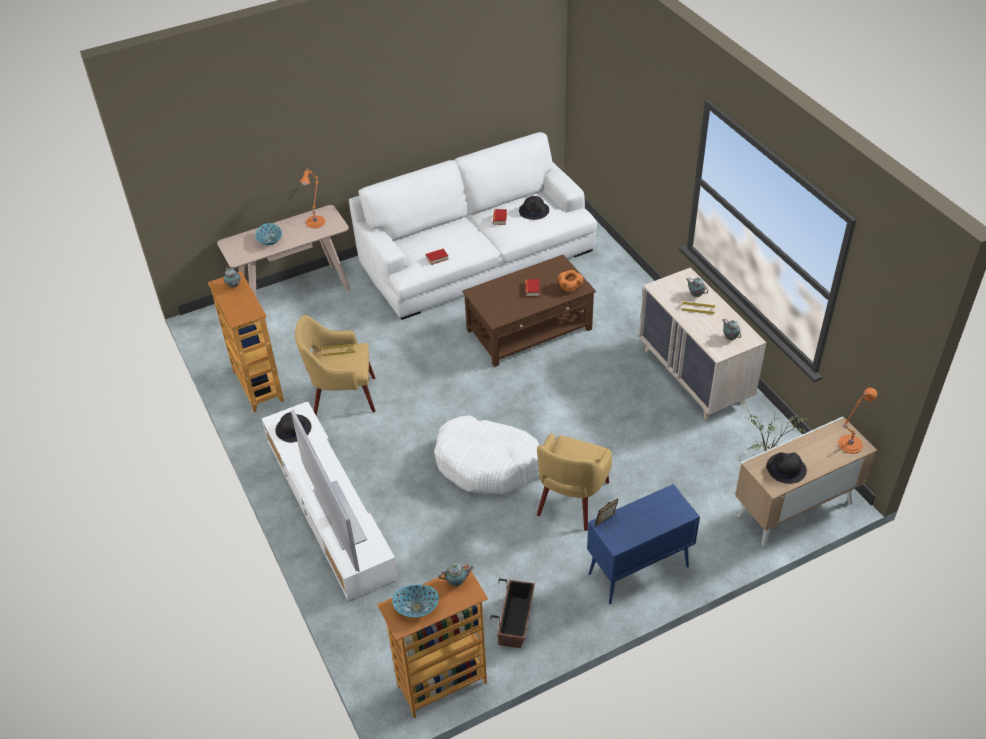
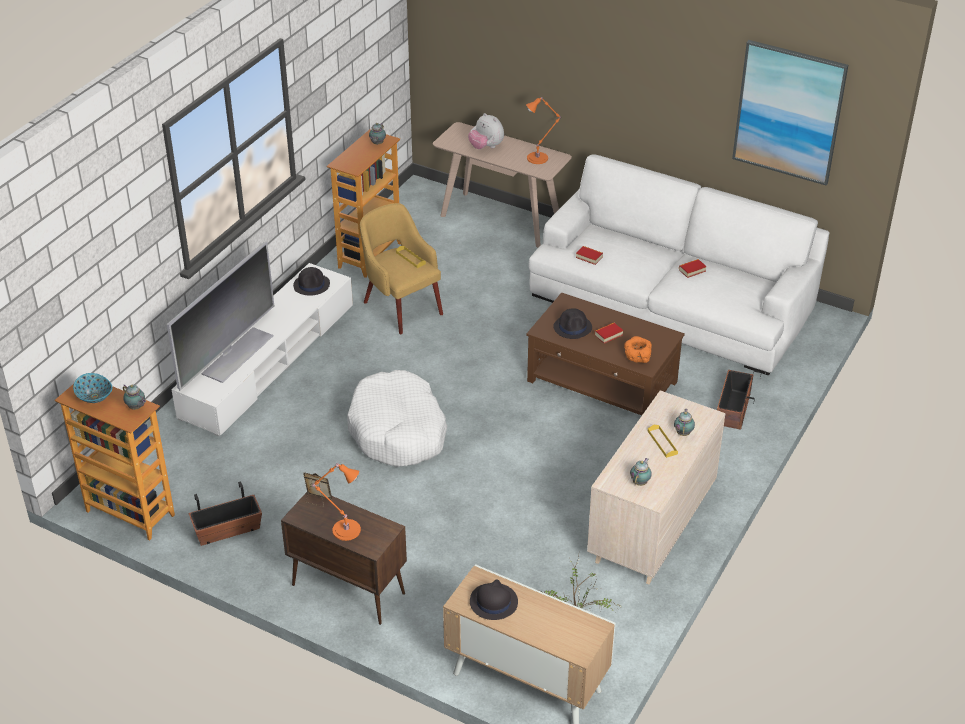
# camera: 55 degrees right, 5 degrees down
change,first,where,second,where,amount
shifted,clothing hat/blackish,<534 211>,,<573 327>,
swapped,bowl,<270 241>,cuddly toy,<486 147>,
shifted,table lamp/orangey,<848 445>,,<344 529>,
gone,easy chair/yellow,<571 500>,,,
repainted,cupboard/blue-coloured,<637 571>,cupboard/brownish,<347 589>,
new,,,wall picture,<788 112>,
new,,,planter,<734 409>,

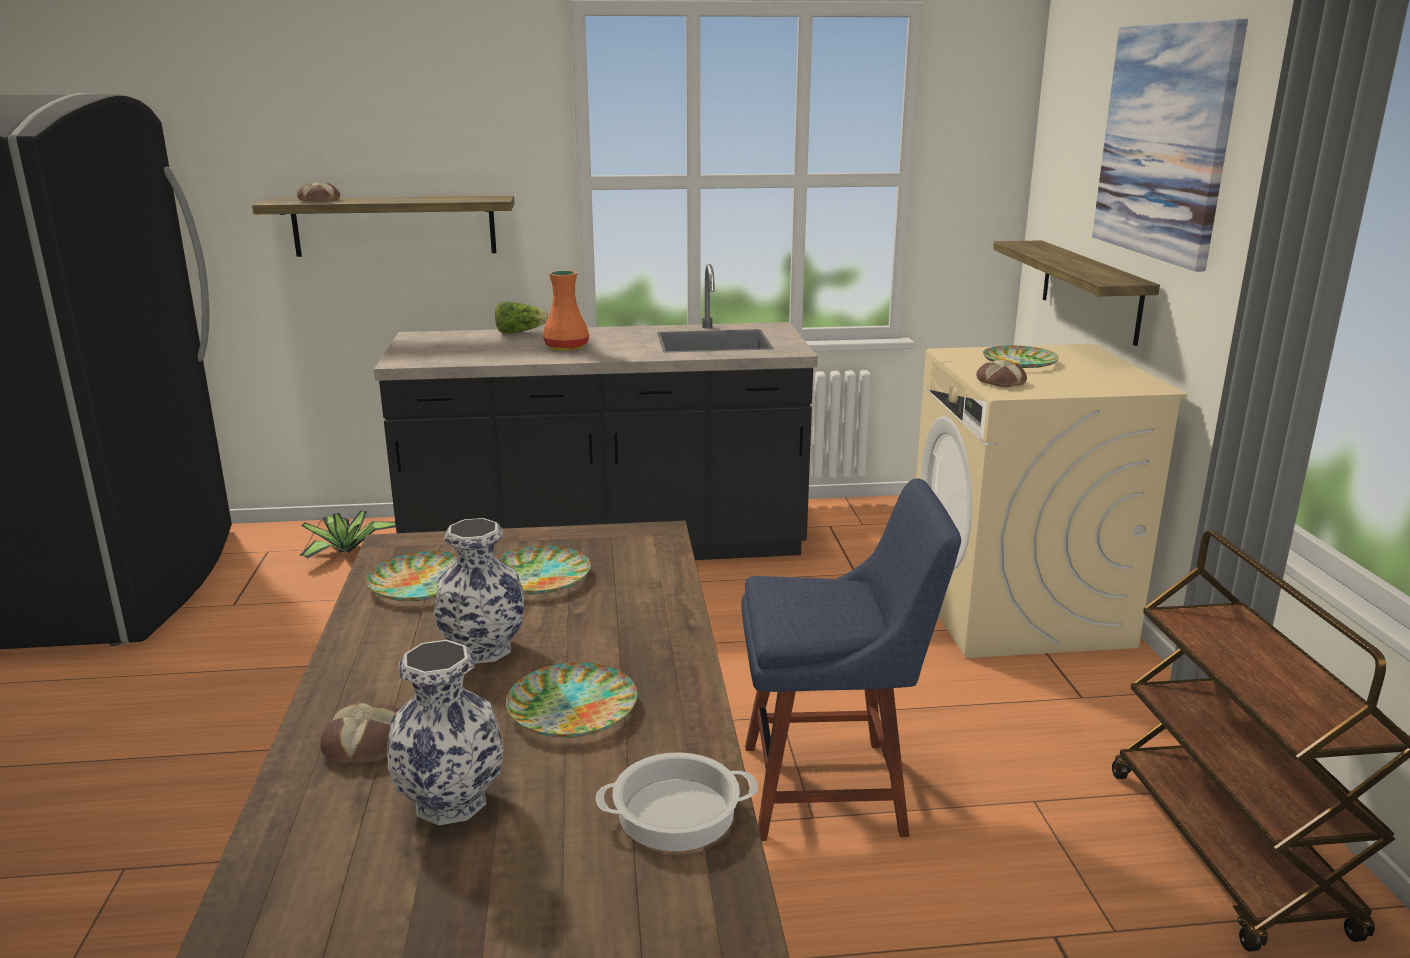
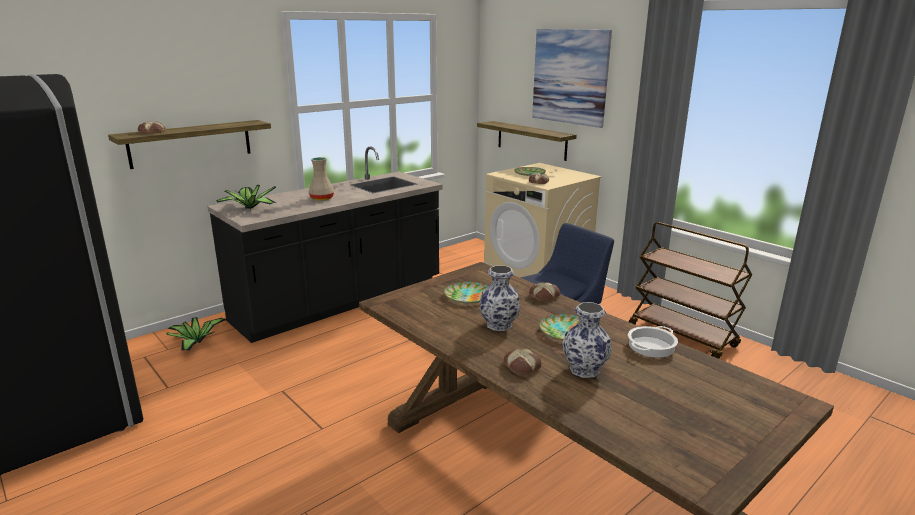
# camera: 35 degrees left, 0 degrees up
change,first,where,second,where,amount
repainted,decorative vase/orangey,<566 347>,decorative vase/sand-coloured,<321 198>,
gone,lettuce head,<520 332>,,,
gone,dinner plate,<422 583>,,,
new,,,potted plant,<248 208>,
new,,,baked bread,<543 295>,

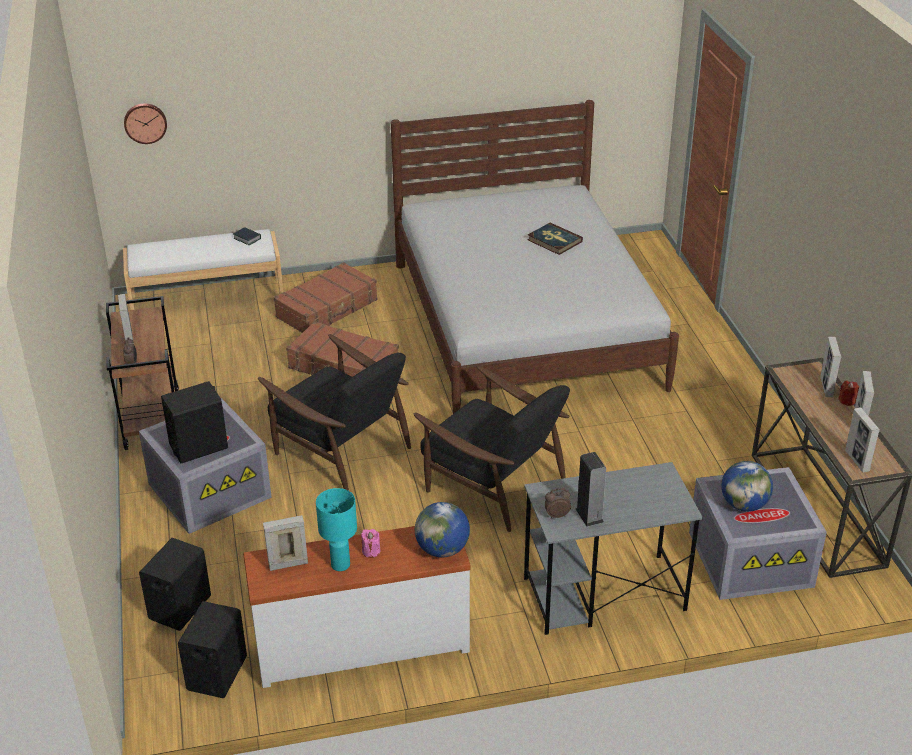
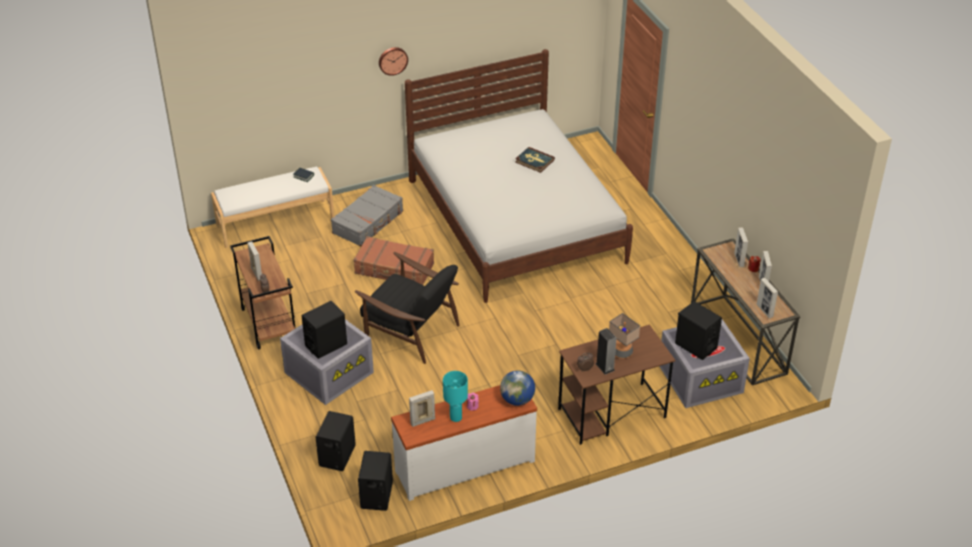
# camera: 10 degrees left, 5 degrees up
change,first,where,second,where,amount
shifted,hanging clock,<145 122>,,<392 60>,
repainted,travel case/brownish,<327 309>,travel case/gray,<368 222>,
gone,easy chair/blackish,<493 483>,,,
swapped,desk globe,<743 505>,speaker/blackish,<695 346>,
repainted,desk unit/gray,<603 594>,desk unit/brownish,<611 413>,
new,,,table lamp,<622 352>,

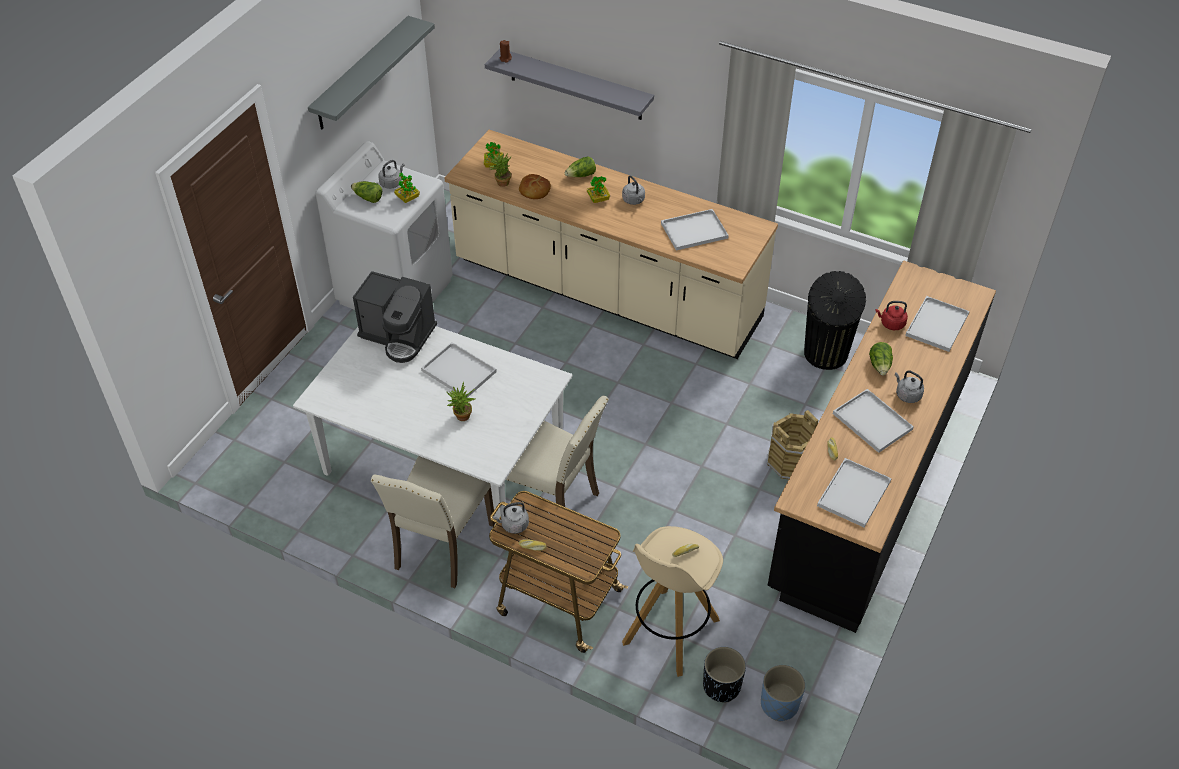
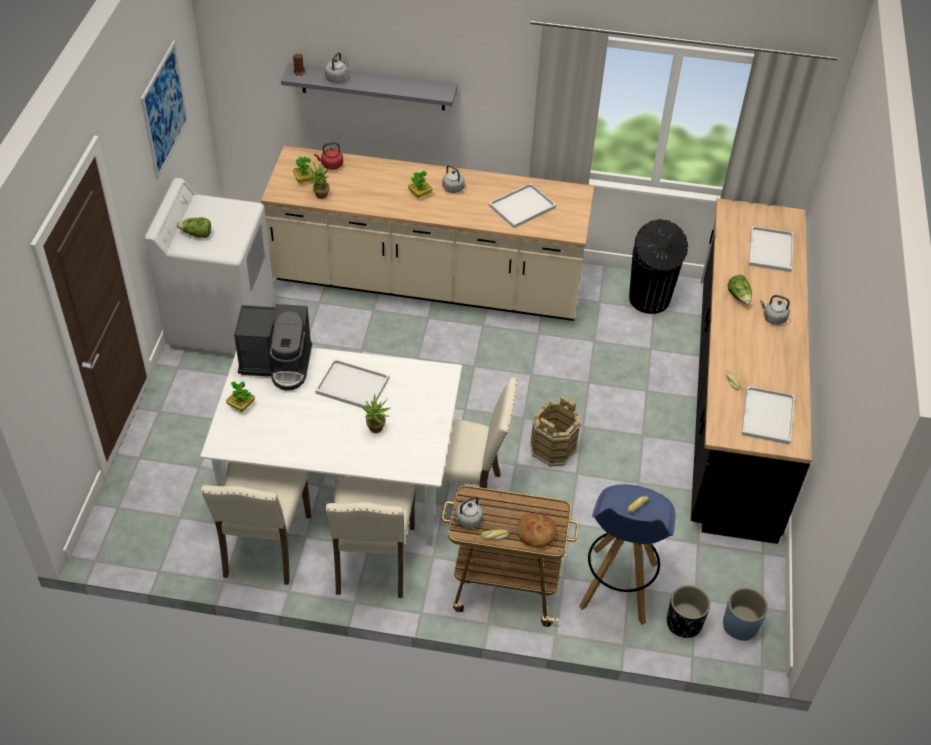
# camera: 20 degrees left, 0 degrees up
change,first,where,second,where,amount
swapped,shelf/gray,<361 74>,wall picture,<164 110>,
gone,lettuce head,<581 175>,,,
shifted,water kettle/gray,<392 183>,,<337 77>,
shifted,potted plant,<407 198>,,<241 405>,
shifted,baked bread,<534 191>,,<536 534>,
shifted,water kettle/reddish,<891 324>,,<331 165>,
gone,carrying tray/whitish,<870 421>,,,
shifted,pail/brownish,<790 462>,,<553 449>,
repainted,sitting stool/sand-coloured,<670 632>,sitting stool/blue-coloured,<618 586>,
new,,,chair/sand-coloured,<264 547>,

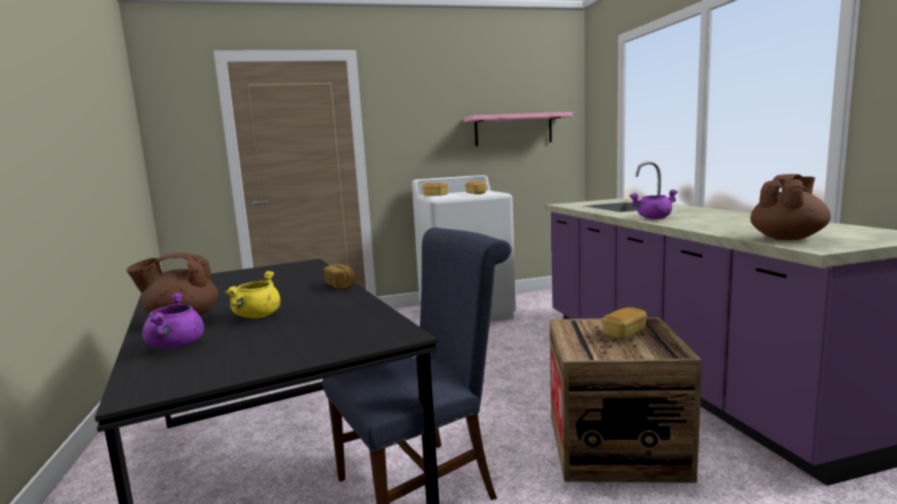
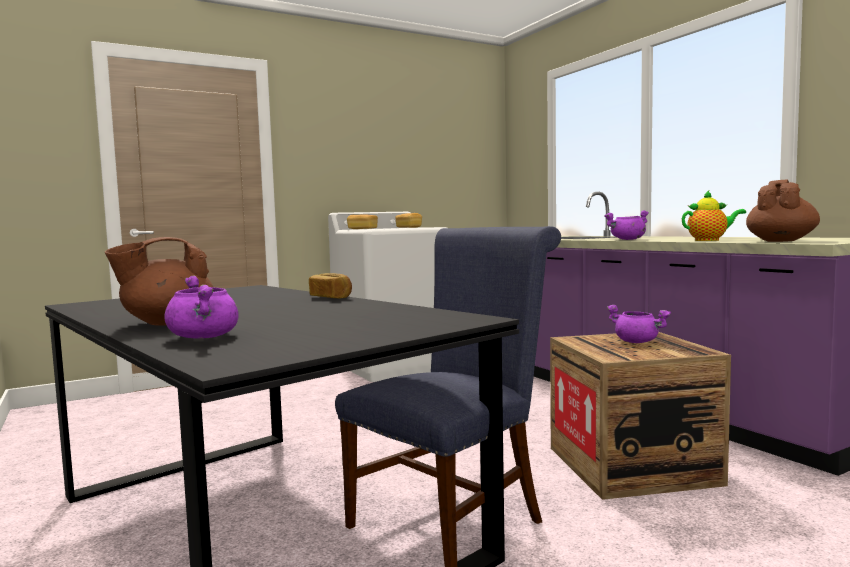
# camera: 15 degrees left, 5 degrees down
change,first,where,second,where,amount
gone,shelf/pink-coloured,<513 130>,,,
gone,cooking pot/yellow,<257 316>,,,
swapped,baked bread,<624 333>,cooking pot/purple,<637 342>,
new,,,pot for tea,<710 240>,

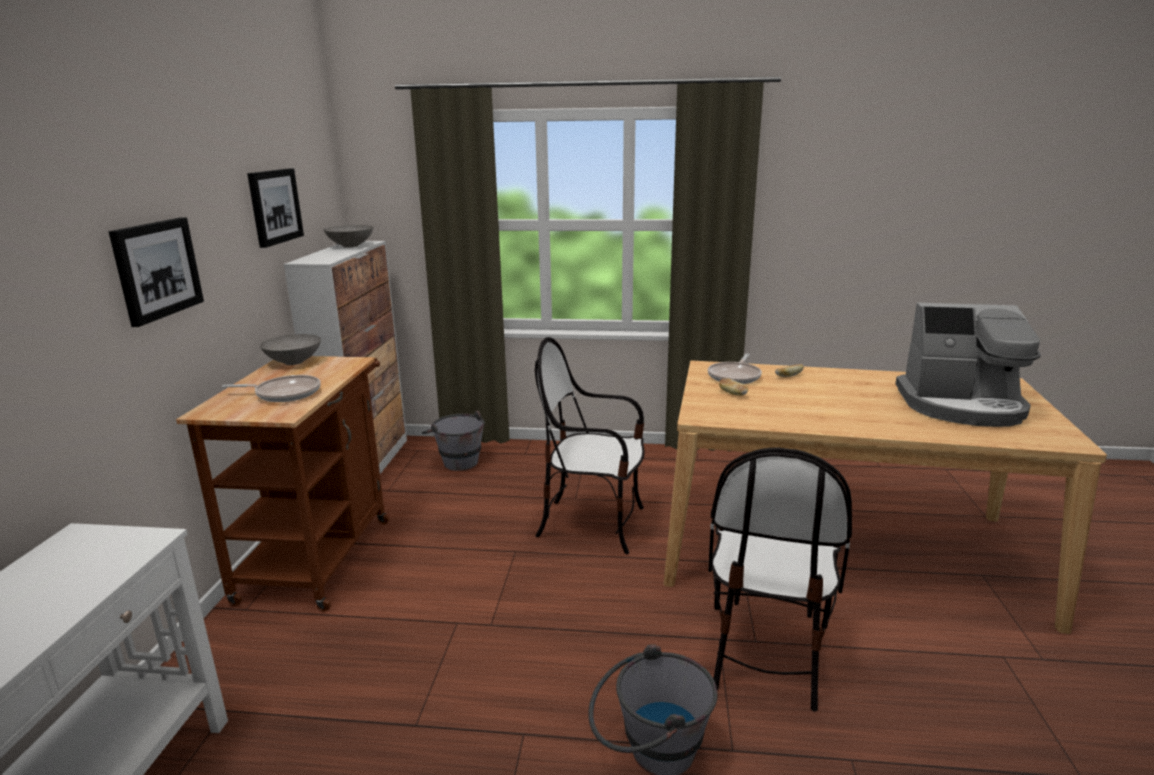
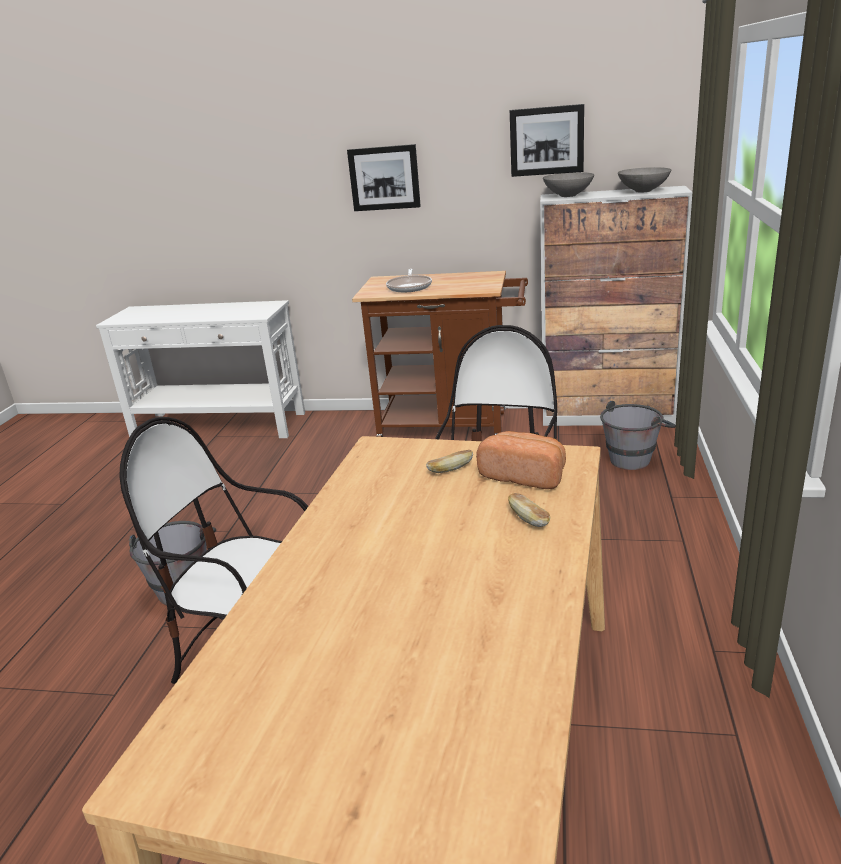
# camera: 95 degrees right, 5 degrees up
change,first,where,second,where,amount
gone,coffee maker,<961 406>,,,
shifted,bowl/gray,<293 362>,,<568 195>,
swapped,frying pan,<735 376>,baked bread,<524 475>,

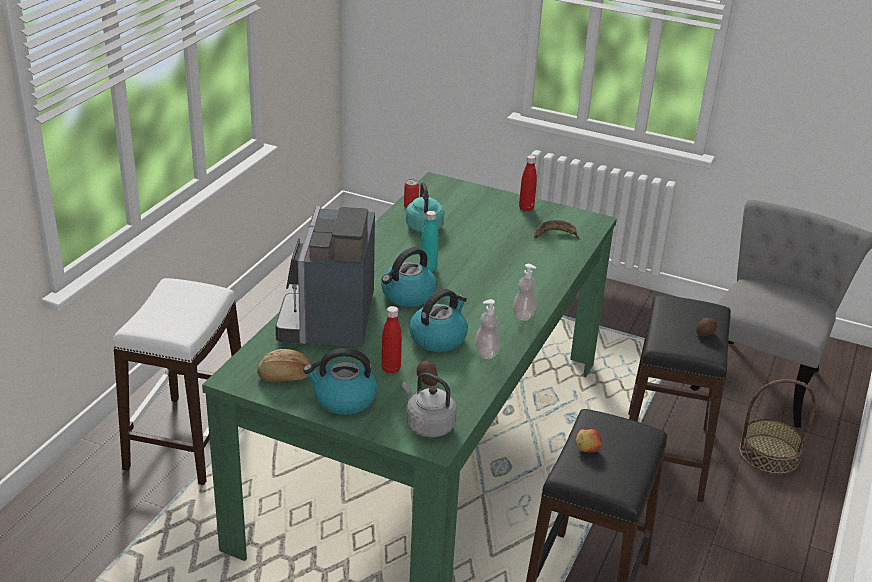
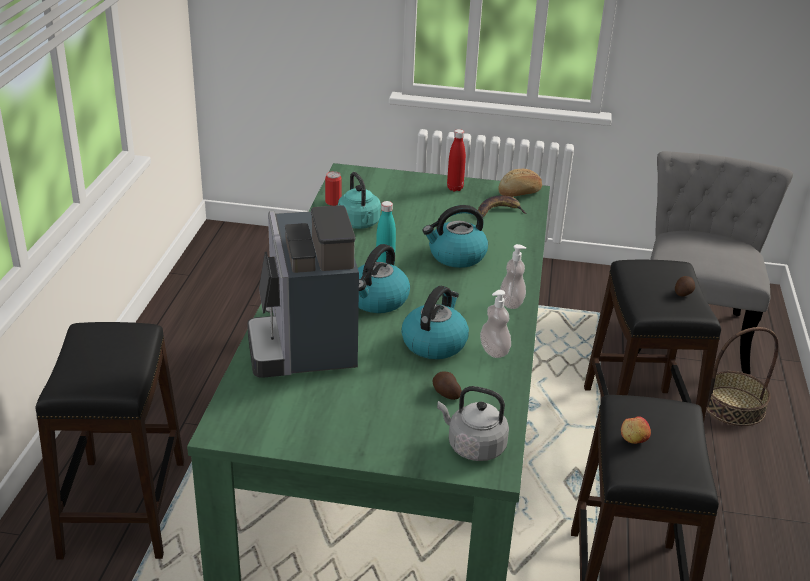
# camera: 15 degrees left, 0 degrees up
change,first,where,second,where,amount
repainted,sitting stool/whitish,<187 440>,sitting stool/blackish,<123 508>,
gone,drink bottle/reddish,<391 369>,,,
shifted,water kettle,<343 399>,,<456 256>,
shifted,baked bread,<285 377>,,<520 193>,

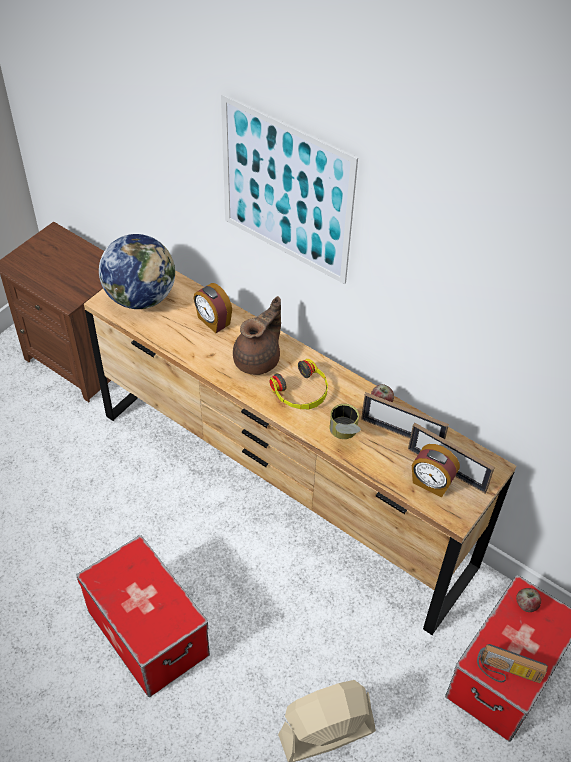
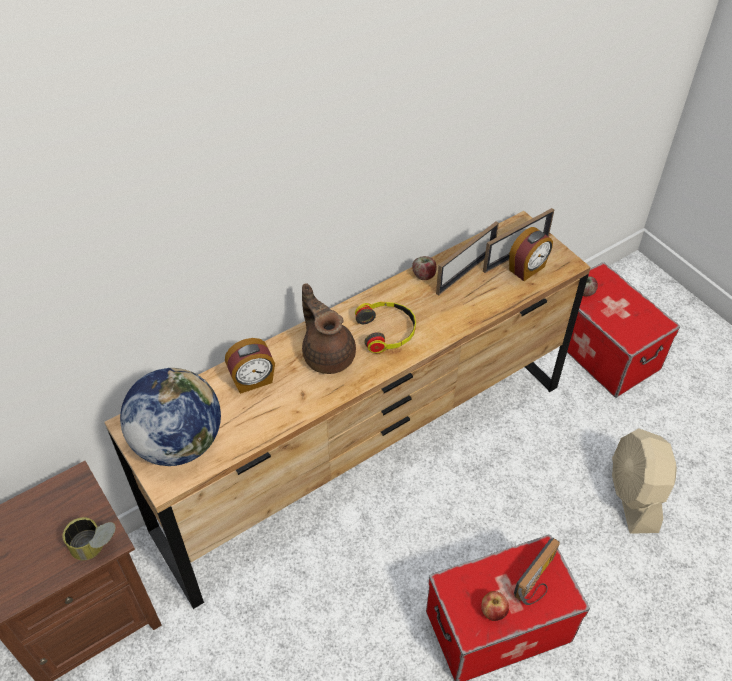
# camera: 70 degrees left, 0 degrees up
change,first,where,second,where,amount
gone,wall picture,<286 191>,,,
shifted,metal can,<344 435>,,<96 547>,
shifted,radio,<507 674>,,<539 581>,
new,,,whole apple,<493 612>,

